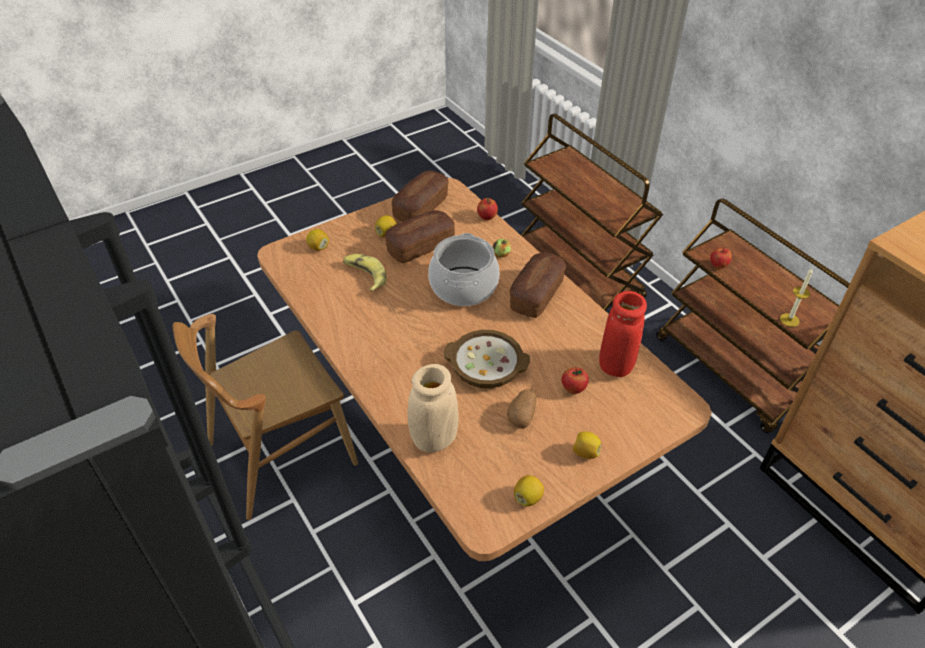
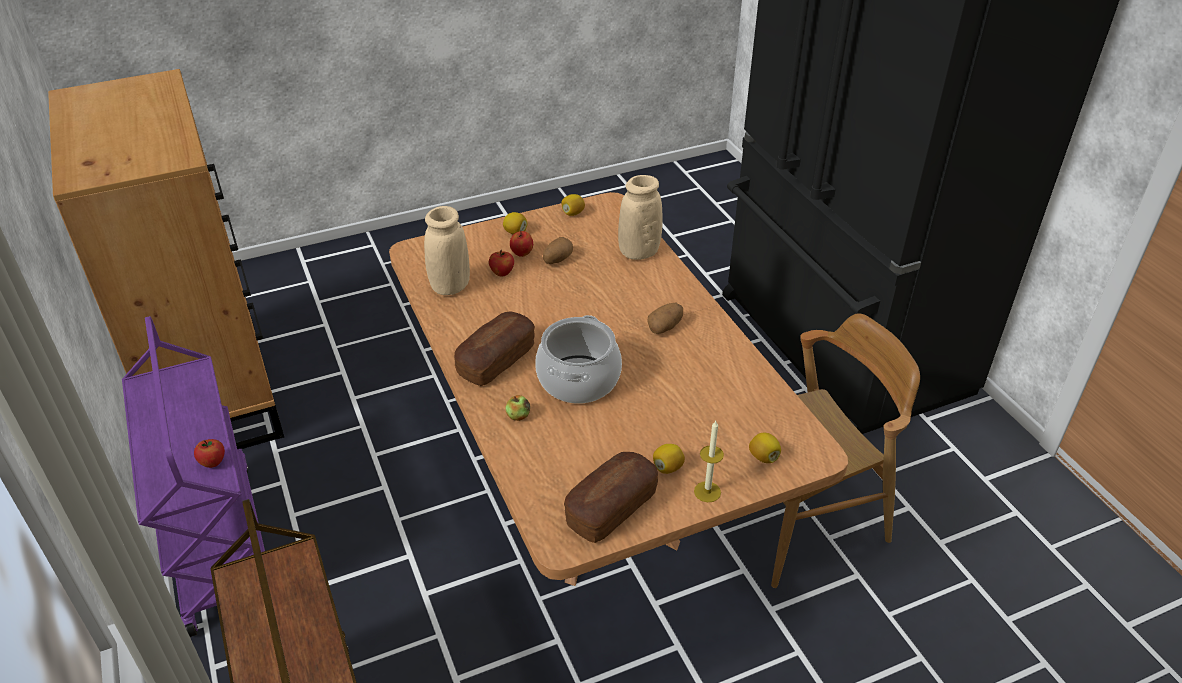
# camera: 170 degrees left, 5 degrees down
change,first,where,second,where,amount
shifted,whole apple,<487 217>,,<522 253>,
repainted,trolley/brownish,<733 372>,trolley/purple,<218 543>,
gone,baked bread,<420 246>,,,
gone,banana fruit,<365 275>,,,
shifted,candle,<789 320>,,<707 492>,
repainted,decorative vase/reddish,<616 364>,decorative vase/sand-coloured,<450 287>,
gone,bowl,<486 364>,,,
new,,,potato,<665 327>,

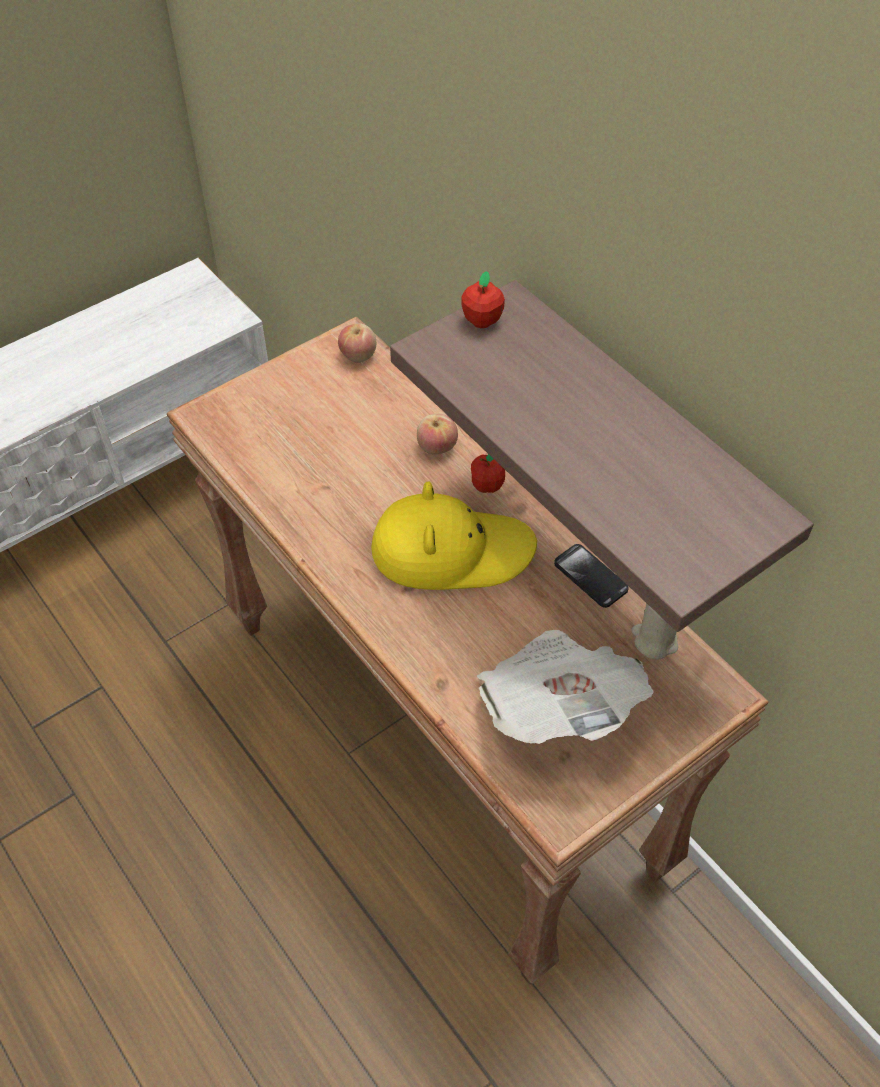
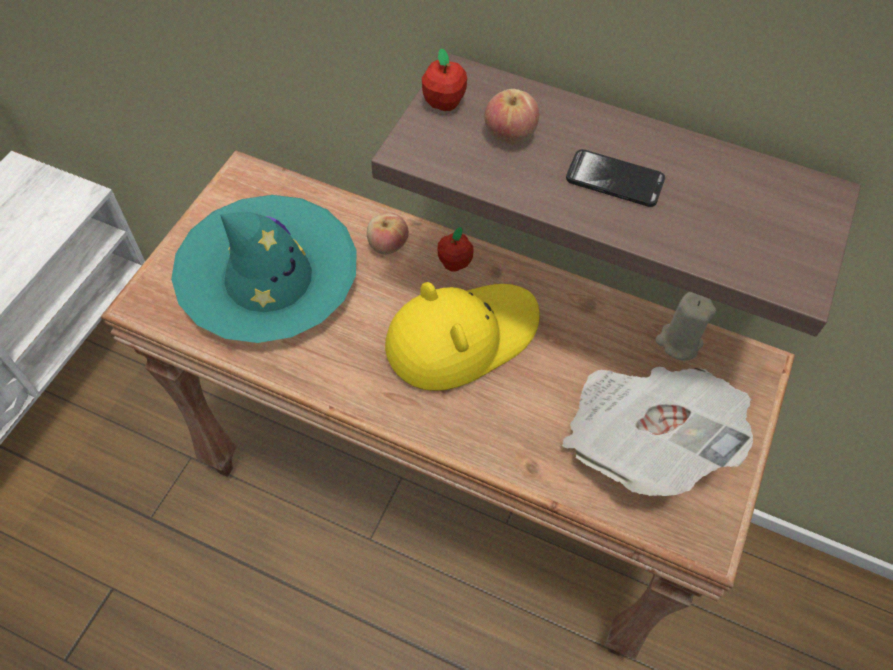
# camera: 30 degrees left, 5 degrees up
change,first,where,second,where,amount
shifted,whole apple,<358 355>,,<509 135>,
shifted,handset,<590 577>,,<614 180>,
new,,,clothing hat/blue-green,<269 279>,

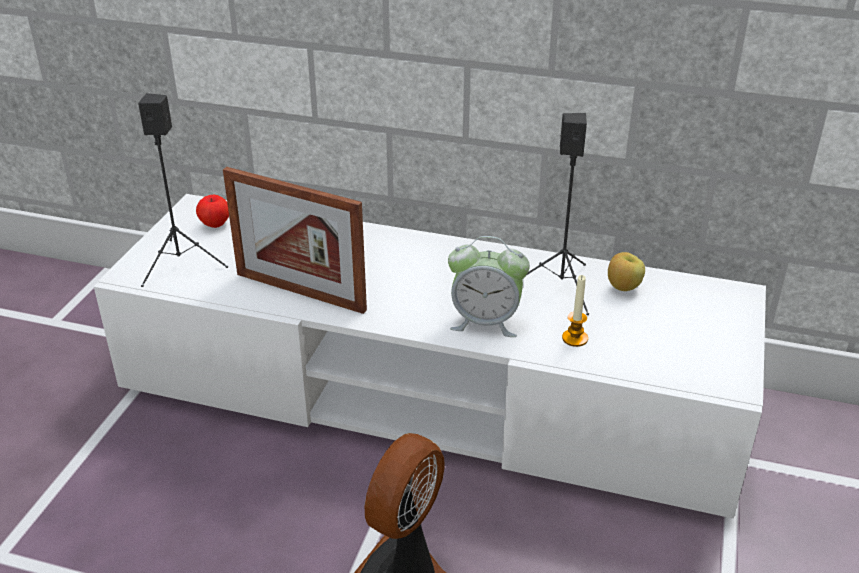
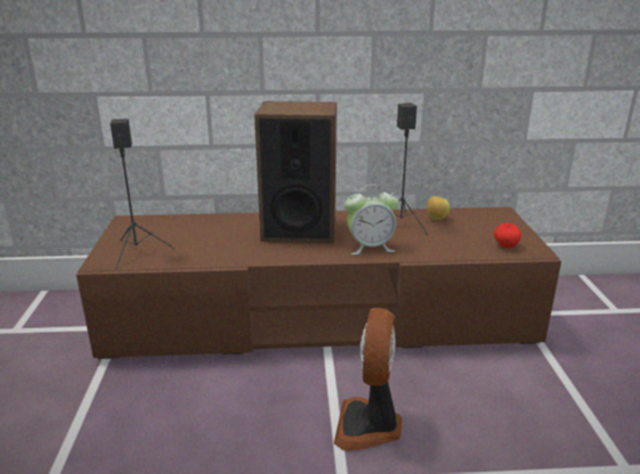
# camera: 20 degrees left, 10 degrees down
change,first,where,second,where,amount
gone,picture frame,<300 292>,,,
repainted,tv stand/whitish,<429 393>,tv stand/brownish,<320 318>,
shifted,whole apple,<215 224>,,<505 246>,
gone,candle,<575 338>,,,
new,,,speaker,<299 230>,

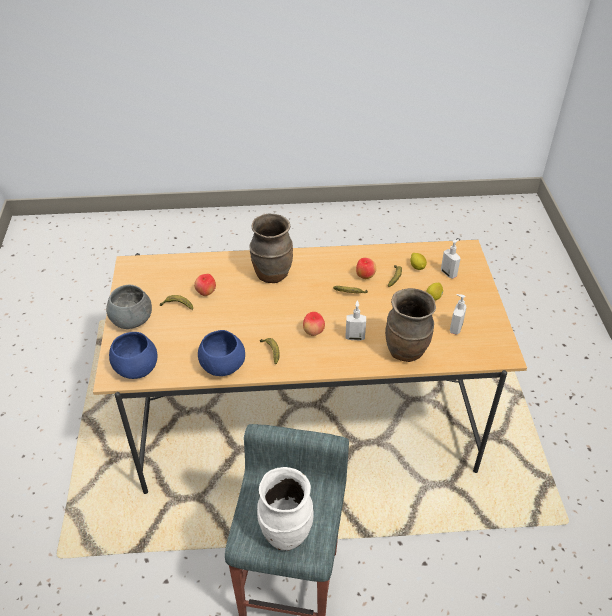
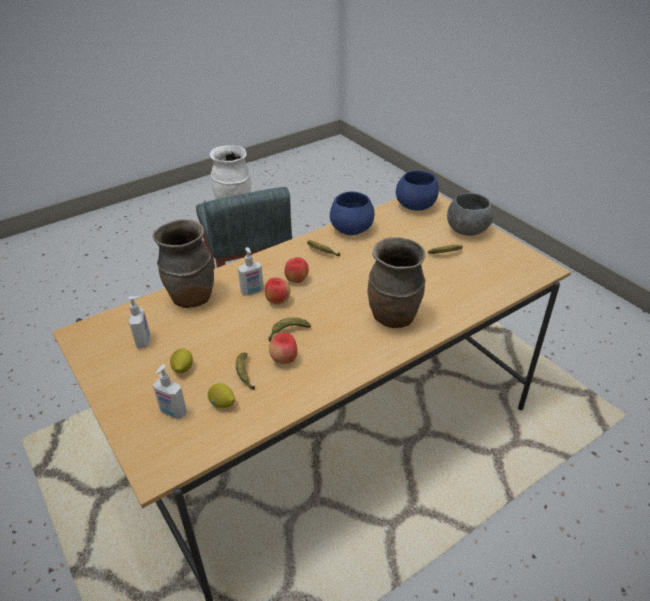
# camera: 150 degrees right, 5 degrees down
change,first,where,second,where,amount
shifted,whole apple,<206 293>,,<278 301>,

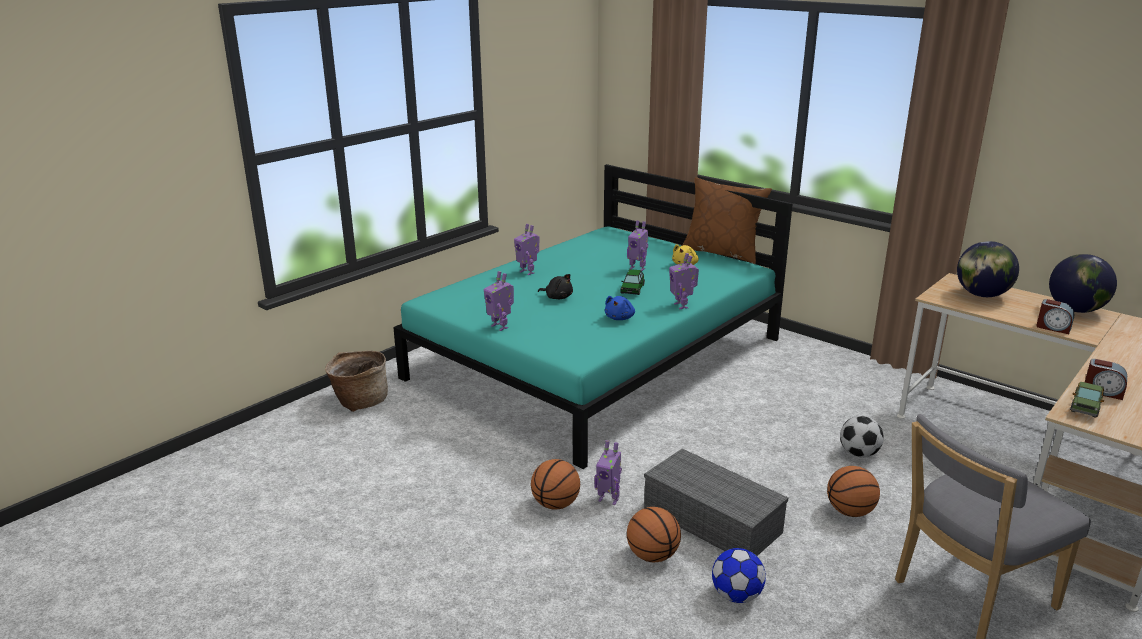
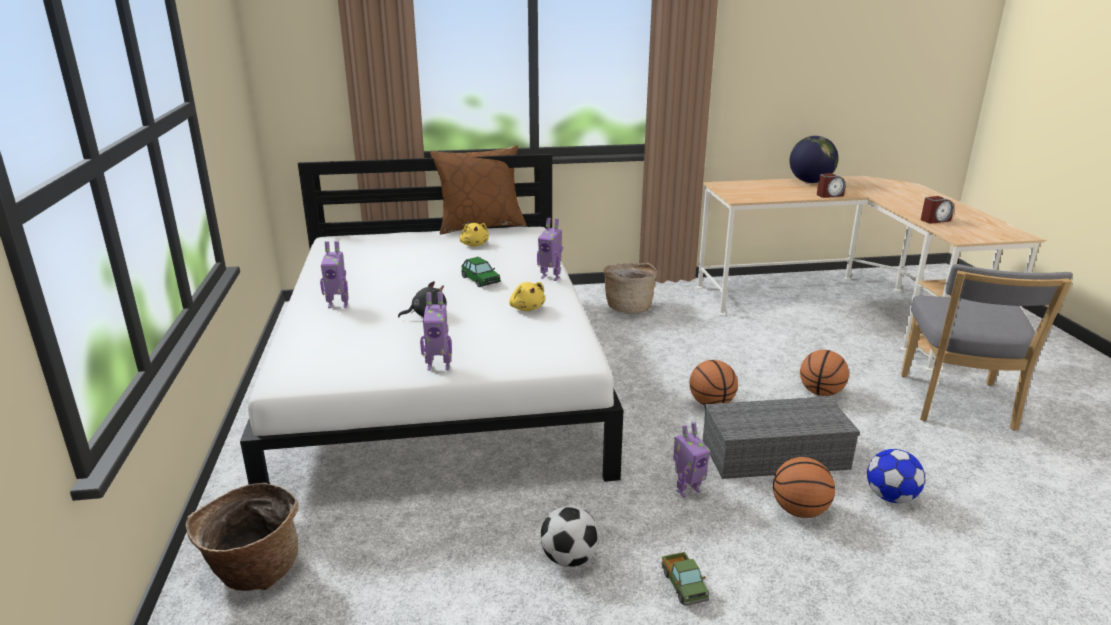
# camera: 50 degrees left, 0 degrees up
change,first,where,second,where,amount
repainted,sleeping bed/blue-green,<598 358>,sleeping bed/whitish,<441 377>,
gone,robot figure,<637 268>,,,
gone,desk globe,<981 295>,,,
repainted,cuddly toy/blue-coloured,<620 318>,cuddly toy/yellow,<527 308>,
shifted,toy truck,<1085 407>,,<683 586>,
shifted,football ball,<859 454>,,<569 559>,
shifted,basketball ball,<555 504>,,<711 404>,
new,,,household basket,<628 307>,

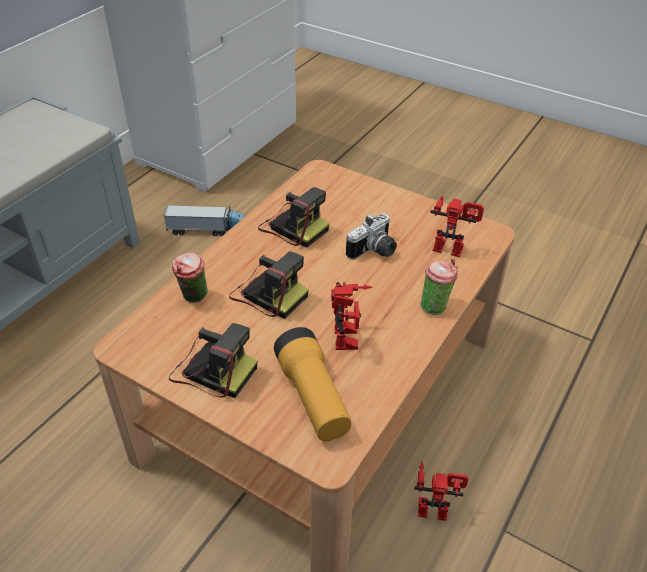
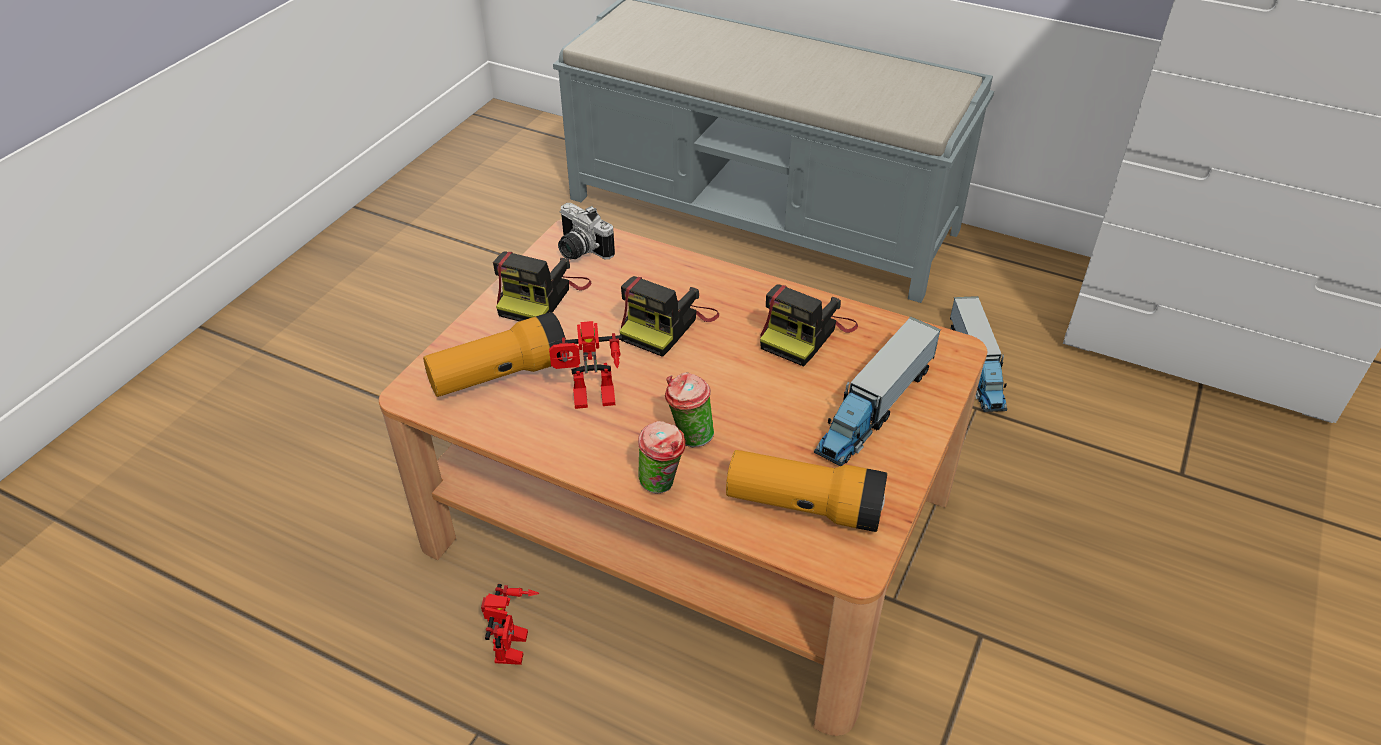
# camera: 85 degrees right, 0 degrees up
change,first,where,second,where,amount
swapped,robot figure,<451 246>,flashlight,<804 506>,
shifted,photo camera,<374 252>,,<579 250>,
shifted,small cup,<194 298>,,<688 437>,
new,,,toy truck,<875 408>,

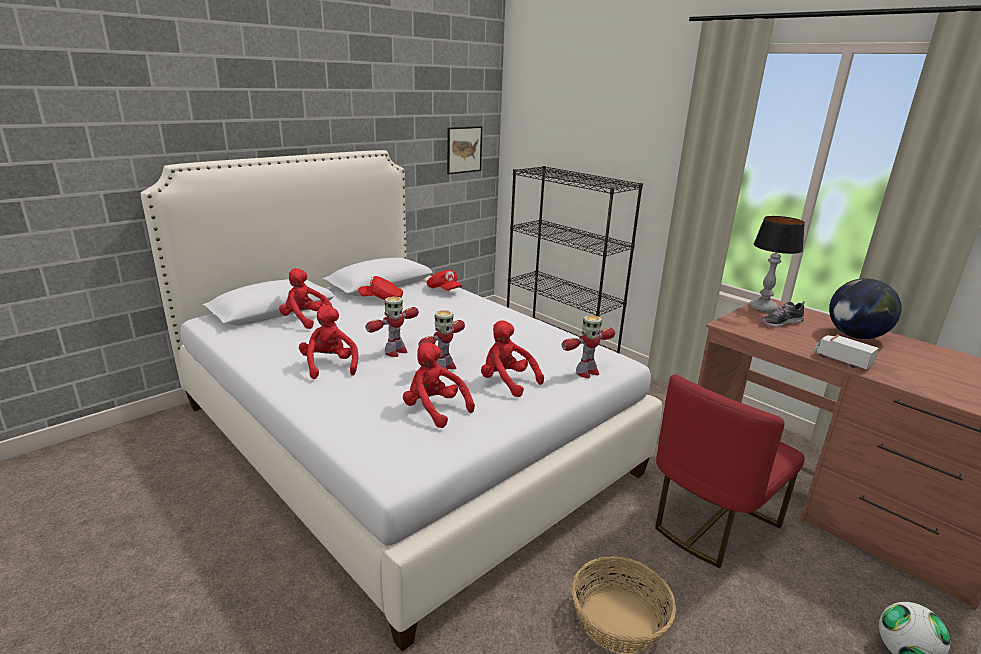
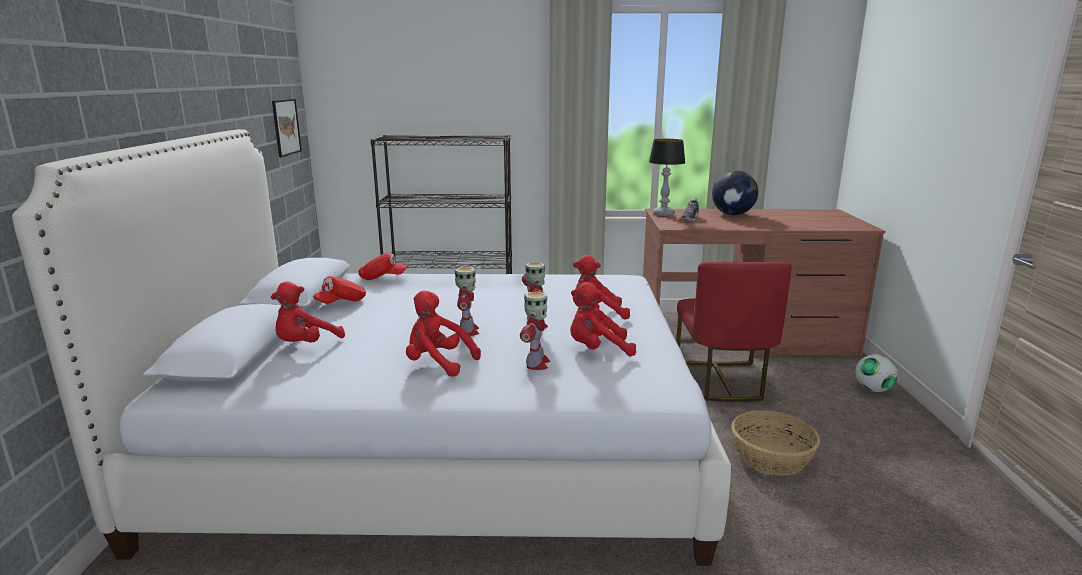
# camera: 45 degrees left, 5 degrees down
change,first,where,second,where,amount
rotated,cuddly toy/reddish,<305 320>,,<306 345>,45 degrees counterclockwise
shifted,robot figure,<586 372>,,<536 364>,
gone,toy truck,<841 360>,,,

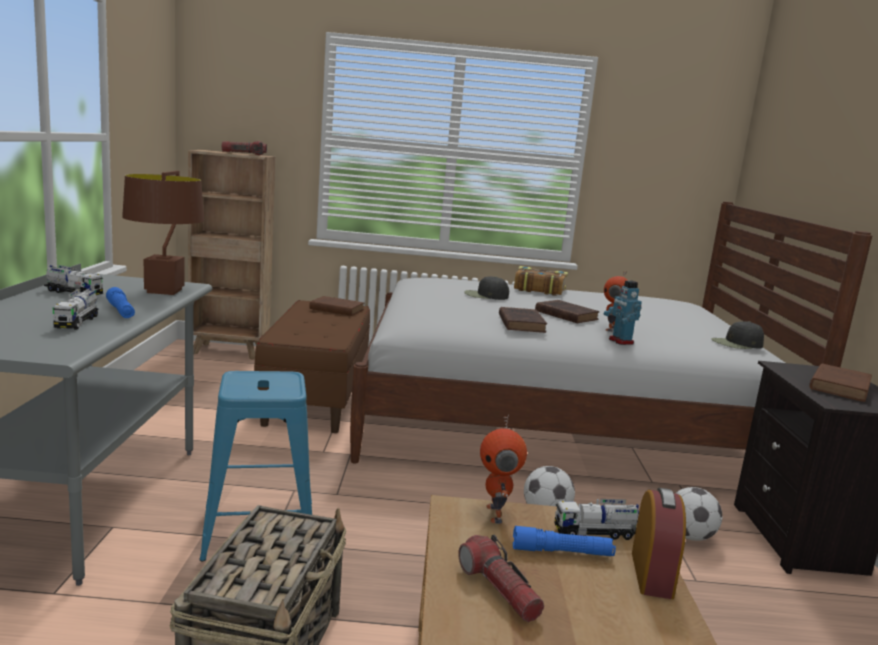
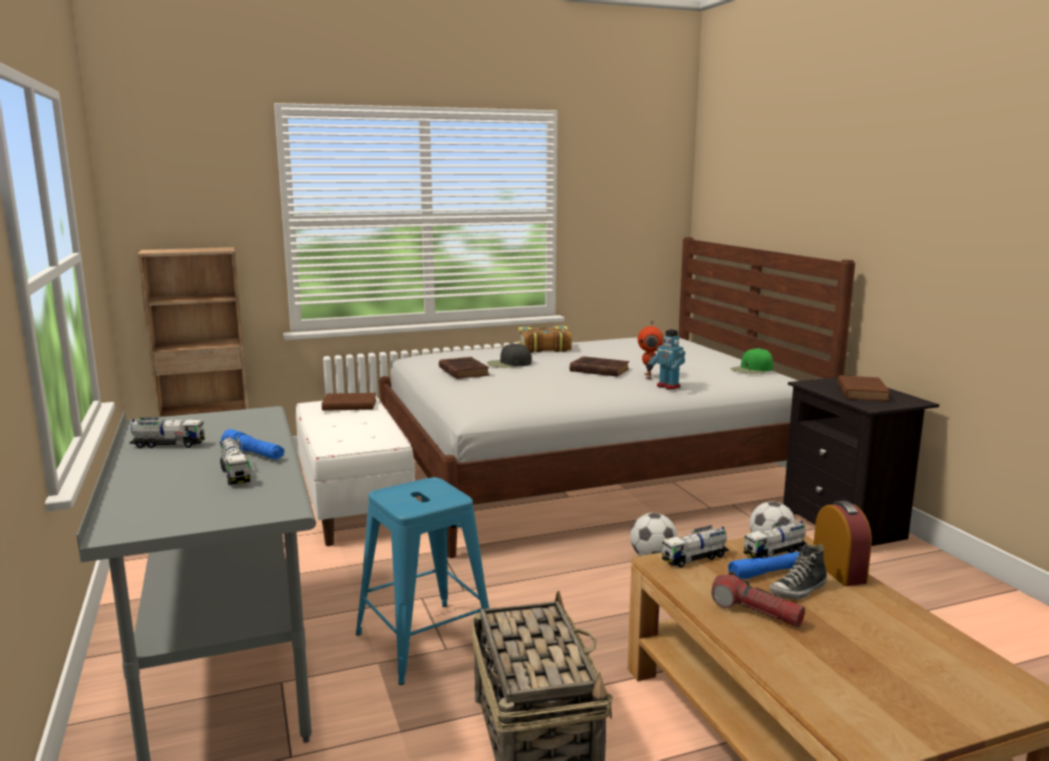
# camera: 20 degrees left, 0 degrees up
change,first,where,second,where,amount
gone,flashlight,<244 154>,,,
gone,table lamp/brownish,<165 291>,,,
repainted,bench/brownish,<316 398>,bench/whitish,<354 504>,
shifted,volume/brownish,<521 323>,,<463 371>,
repainted,baseball cap/blackish,<737 344>,baseball cap/green-coloured,<752 369>,
swapped,robot figure,<496 514>,toy truck,<695 558>,
new,,,shoe,<798 590>,

